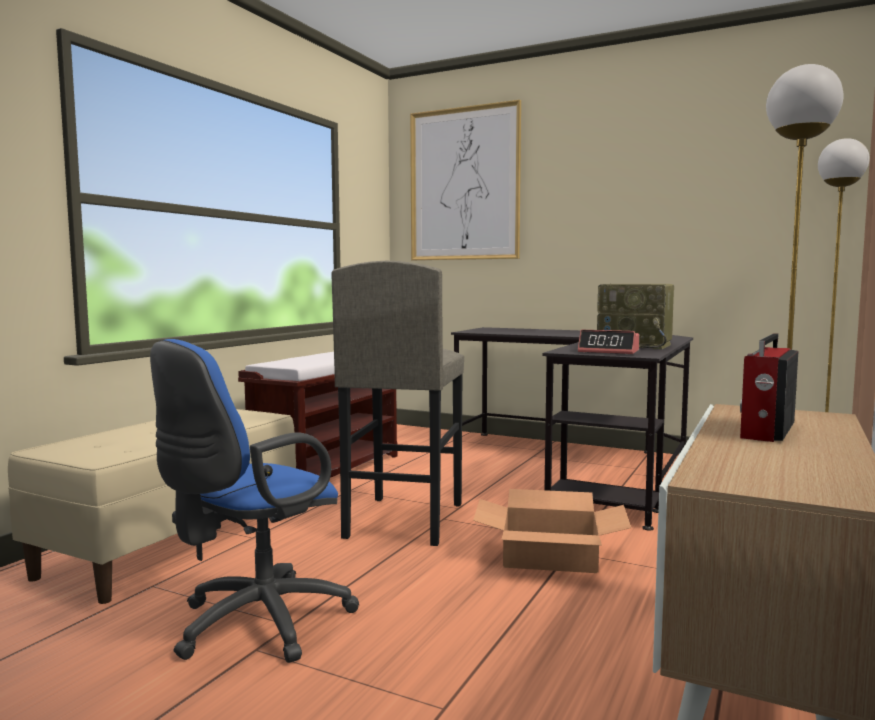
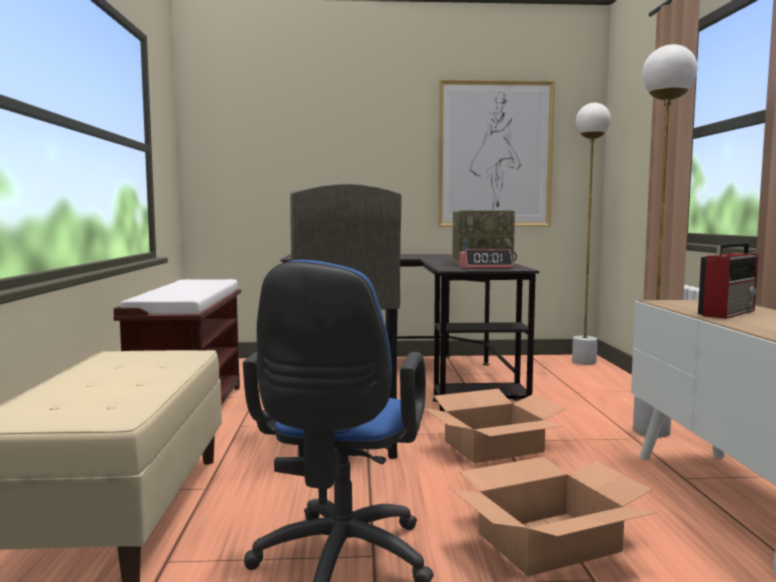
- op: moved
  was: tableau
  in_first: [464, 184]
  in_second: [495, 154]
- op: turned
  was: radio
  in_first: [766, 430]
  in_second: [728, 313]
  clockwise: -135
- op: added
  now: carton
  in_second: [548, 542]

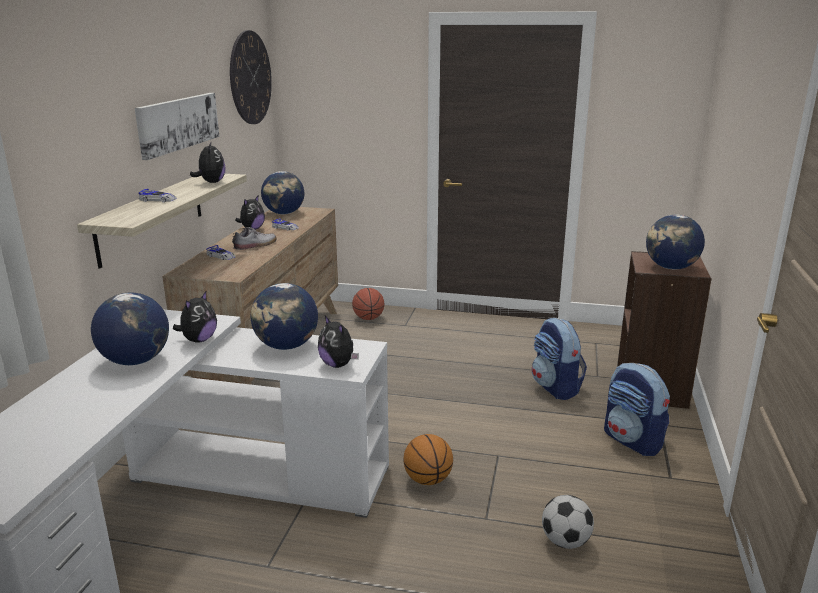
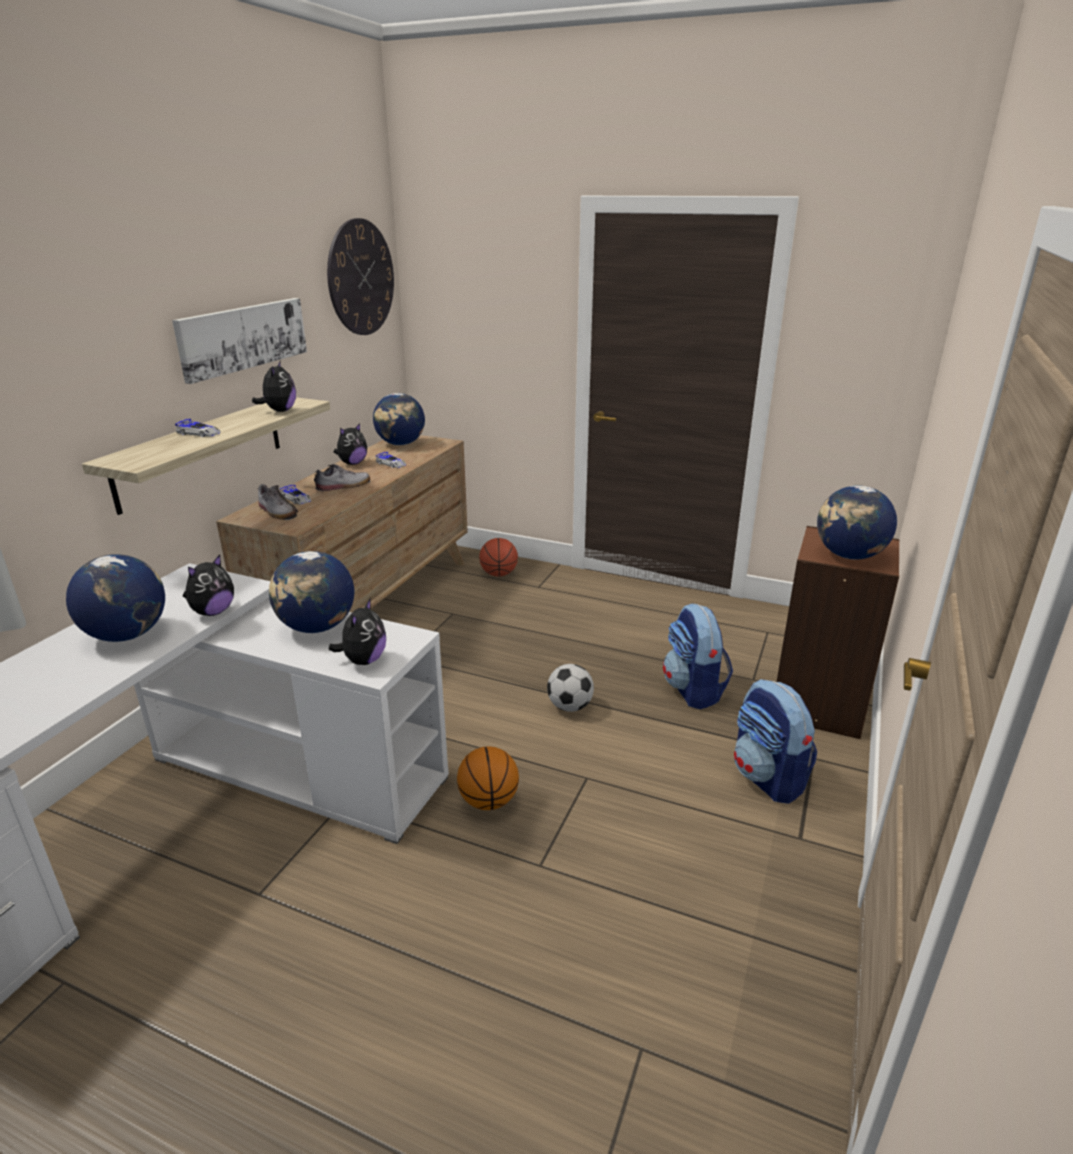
- op: turned
  was: peluche
  in_first: [338, 365]
  in_second: [363, 660]
  clockwise: -135
- op: moved
  was: ballon de foot
  in_first: [566, 541]
  in_second: [570, 706]
- op: added
  now: chaussure
  in_second: [277, 512]

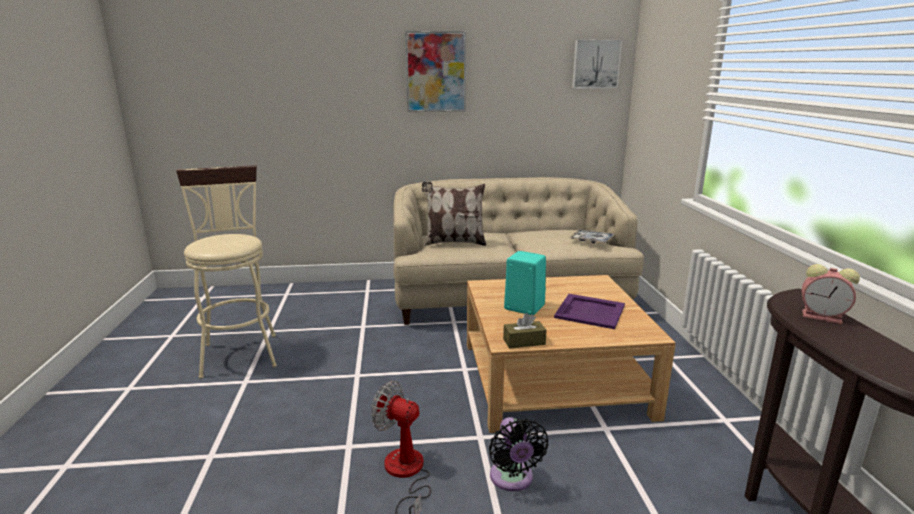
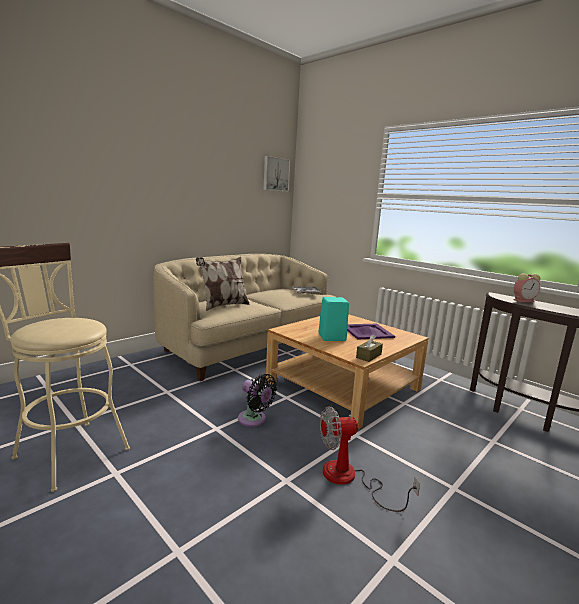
- op: removed
  was: tableau
  in_first: [436, 72]
- op: moved
  was: ventilateur (noir)
  in_first: [512, 479]
  in_second: [254, 420]

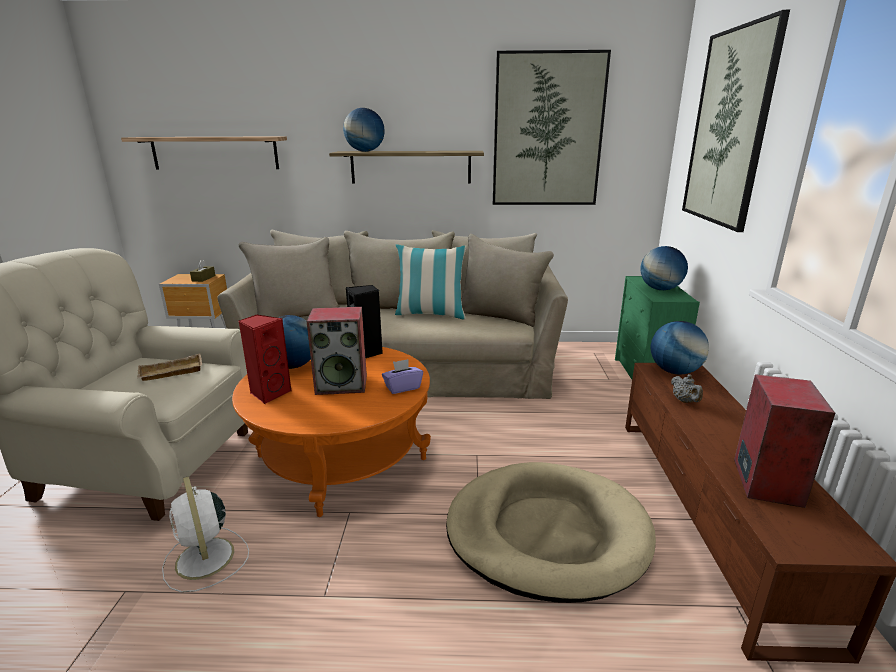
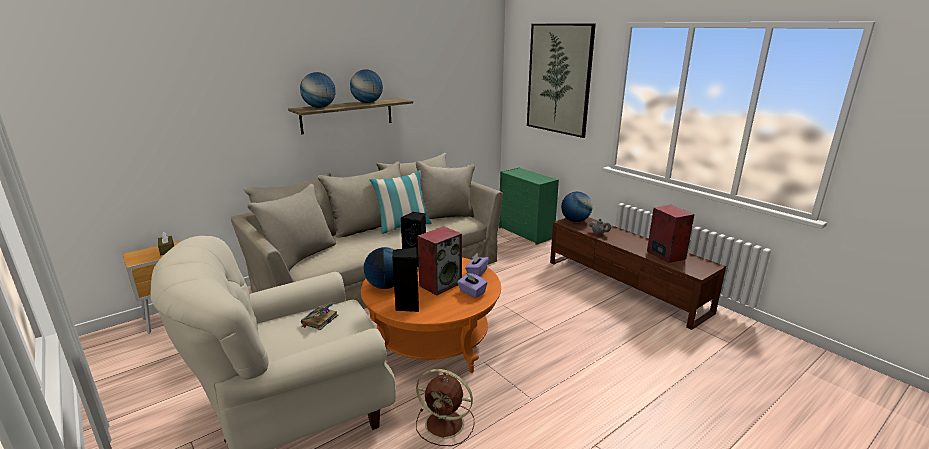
- op: removed
  was: étagère
  in_first: [215, 153]
- op: replaced
  was: plateau (beige)
  now: livre
  in_first: [170, 373]
  in_second: [319, 320]
- op: recoloured
  was: ventilateur (blanc)
  now: ventilateur (marron)
  in_first: [205, 560]
  in_second: [446, 424]
- op: recoloured
  was: enceinte (rouge)
  now: enceinte (noir)
  in_first: [269, 393]
  in_second: [407, 305]
- op: removed
  was: panier pour chien (beige)
  in_first: [546, 533]
- op: removed
  was: tableau
  in_first: [547, 131]
- op: moved
  was: globe
  in_first: [660, 289]
  in_second: [367, 102]
- op: added
  now: boîte à mouchoirs (violet)
  in_second: [472, 292]

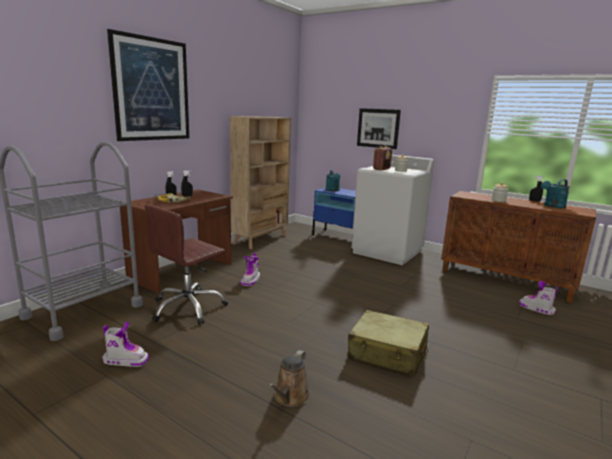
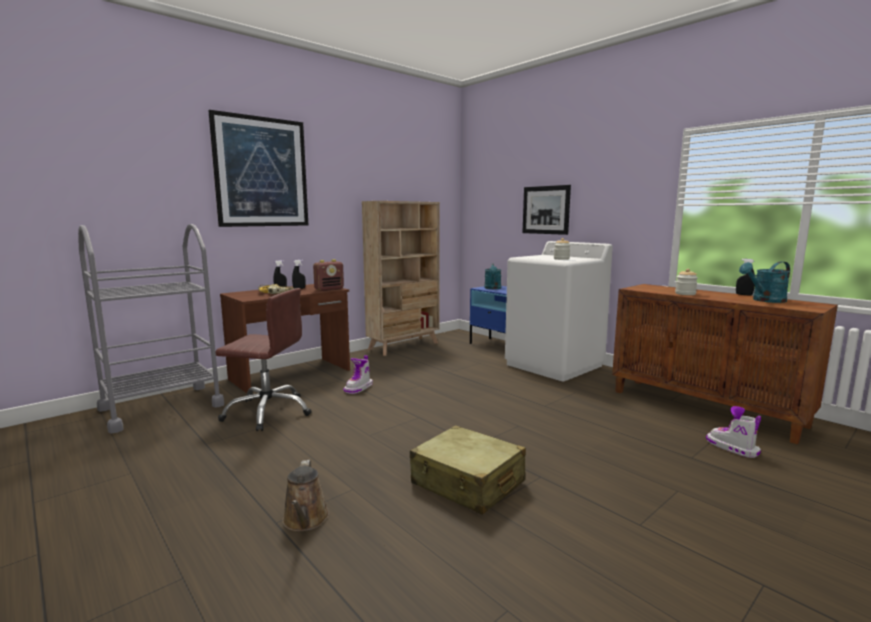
- op: removed
  was: botte
  in_first: [126, 360]
- op: turned
  was: chaise de bureau (marron)
  in_first: [188, 308]
  in_second: [268, 412]
  clockwise: -135
- op: turned
  was: arrosoir (marron)
  in_first: [290, 397]
  in_second: [305, 520]
  clockwise: -45
- op: moved
  was: radio
  in_first: [381, 169]
  in_second: [329, 289]

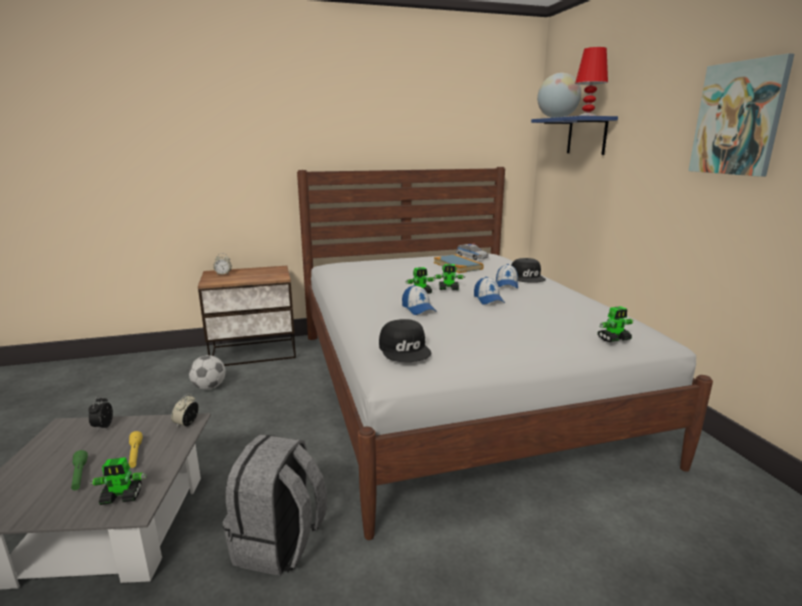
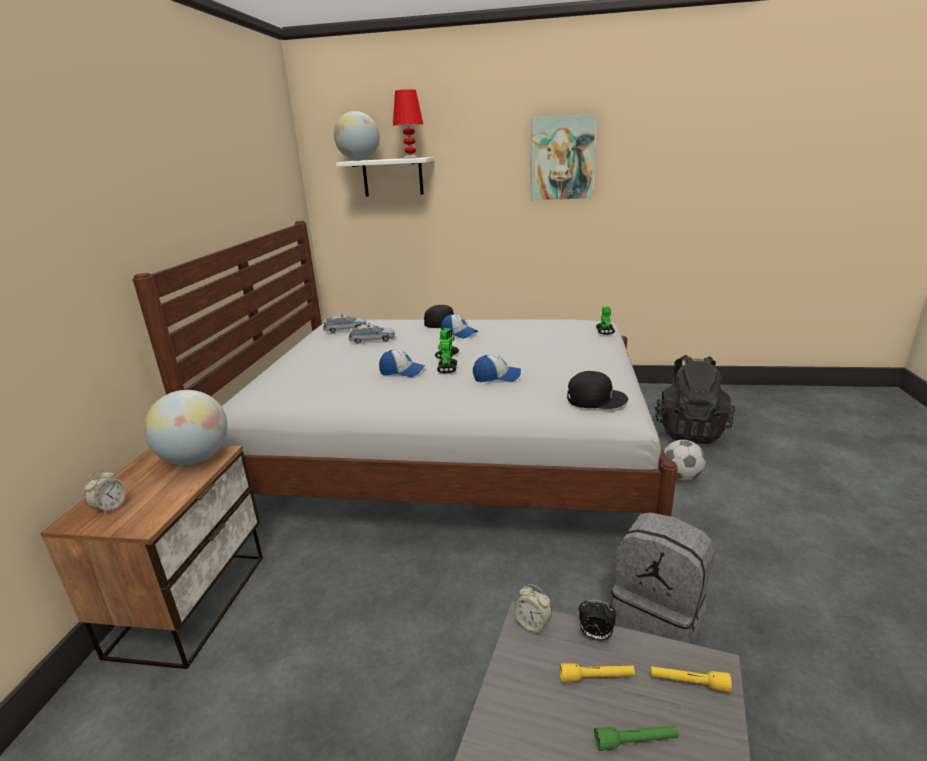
- op: moved
  was: réveil
  in_first: [103, 426]
  in_second: [595, 636]
- op: replaced
  was: robot jouet
  now: lampe de poche (jaune)
  in_first: [122, 496]
  in_second: [688, 683]
- op: moved
  was: ballon de foot
  in_first: [209, 387]
  in_second: [681, 476]
- op: replaced
  was: livre
  now: petite voiture
  in_first: [457, 266]
  in_second: [372, 340]
- op: moved
  was: casquette
  in_first: [488, 299]
  in_second: [402, 372]
- op: recoloured
  was: étagère (bleu)
  now: étagère (blanc)
  in_first: [587, 136]
  in_second: [393, 177]
- op: added
  now: globe
  in_second: [196, 459]
- op: added
  now: sac à dos (noir)
  in_second: [689, 431]

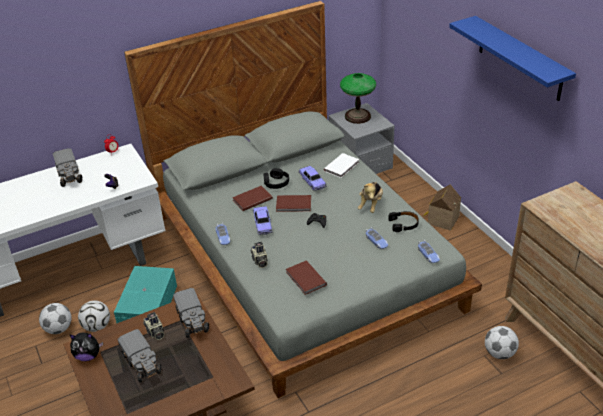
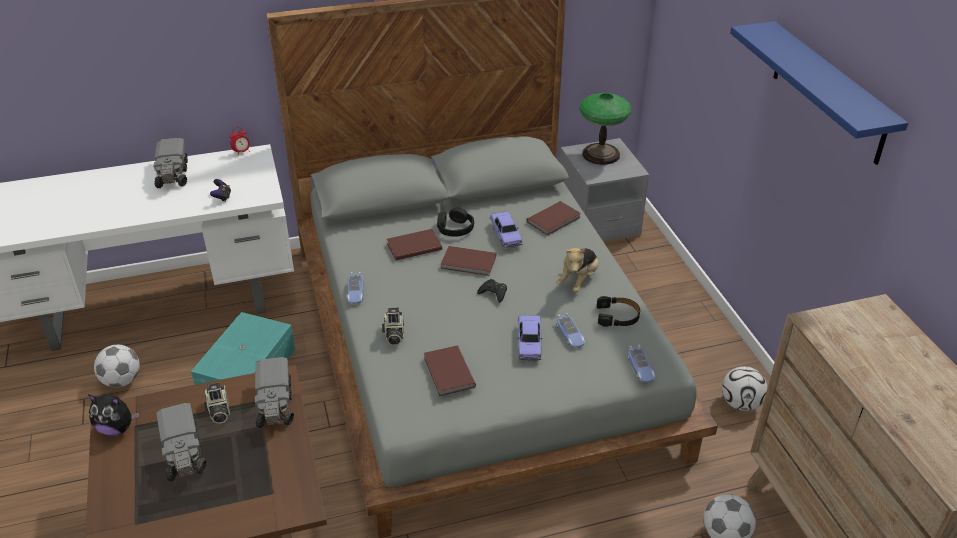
- op: moved
  was: ballon de foot
  in_first: [97, 326]
  in_second: [740, 403]
- op: moved
  was: petite voiture
  in_first: [262, 224]
  in_second: [529, 343]
- op: recoloured
  was: livre (blanc)
  now: livre (marron)
  in_first: [342, 166]
  in_second: [555, 220]
- op: removed
  was: maison miniature
  in_first: [441, 220]

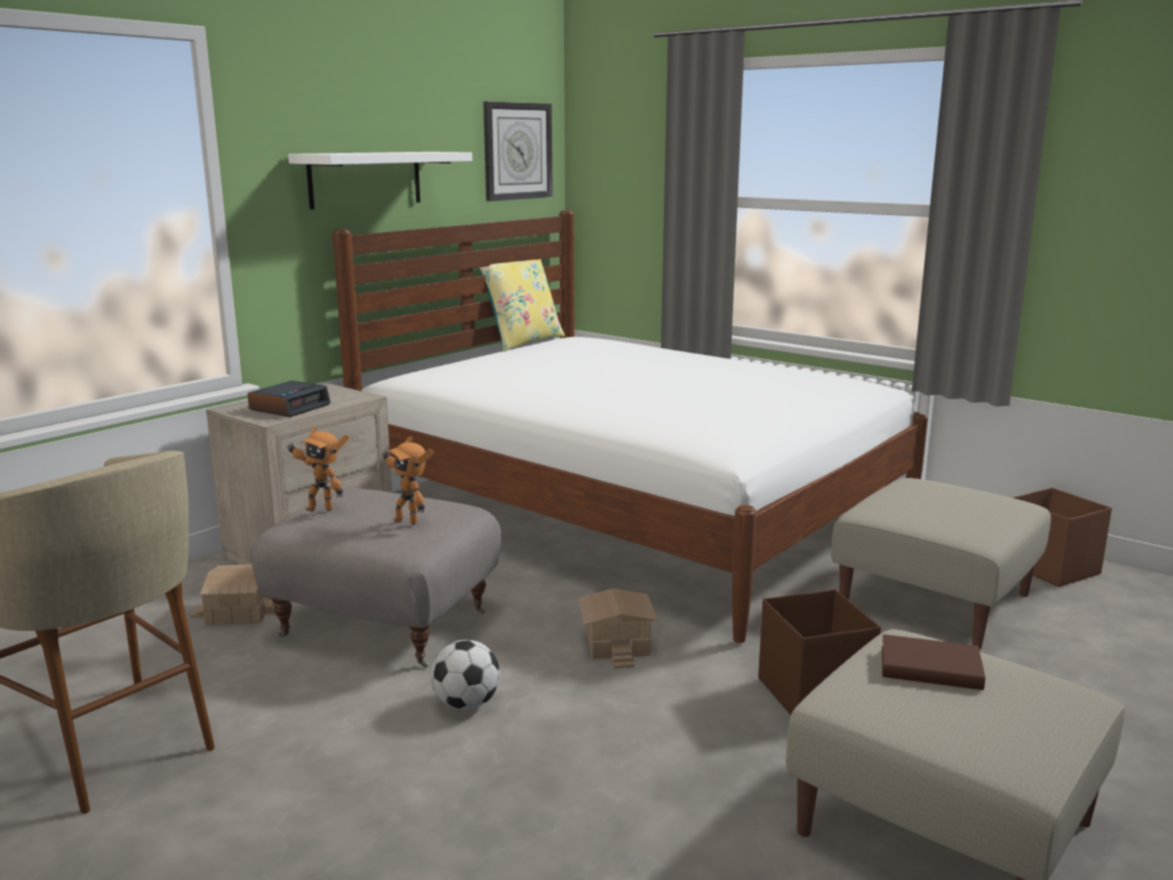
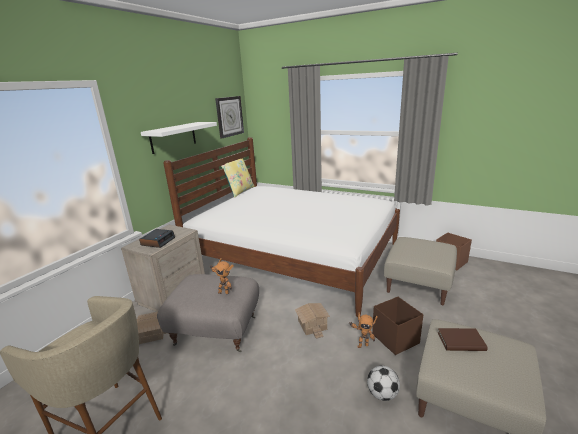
- op: moved
  was: robot jouet
  in_first: [320, 508]
  in_second: [362, 345]
- op: moved
  was: ballon de foot
  in_first: [466, 704]
  in_second: [382, 394]

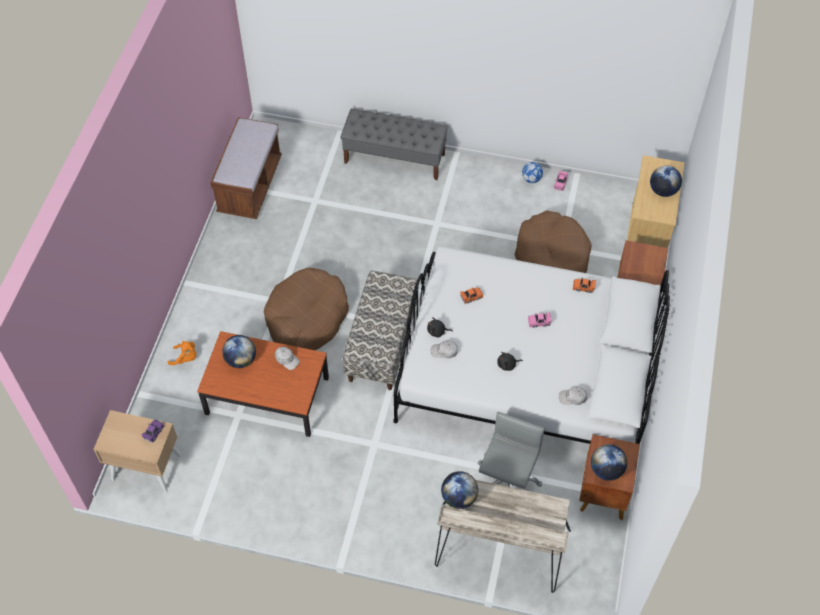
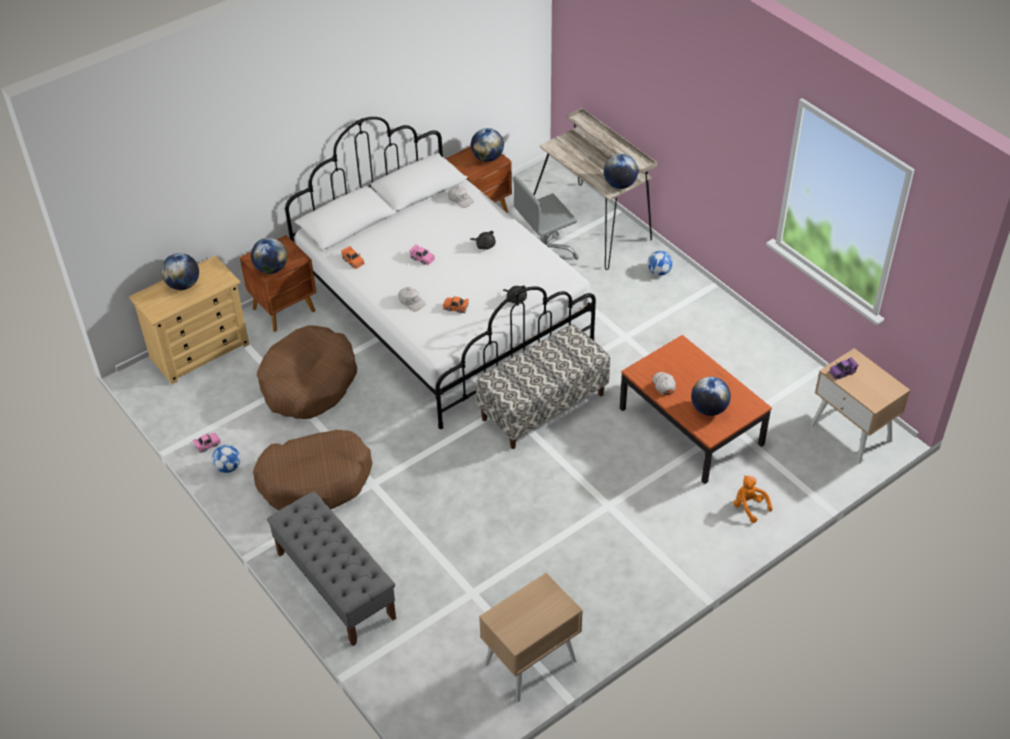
- op: replaced
  was: banc (marron)
  now: table de chevet (beige)
  in_first: [250, 186]
  in_second: [530, 662]
- op: moved
  was: panier pour chien (marron)
  in_first: [307, 318]
  in_second: [315, 480]
- op: moved
  was: casquette (blanc)
  in_first: [444, 351]
  in_second: [411, 302]
- op: added
  now: globe
  in_second: [271, 269]
- op: added
  now: ballon de foot
  in_second: [659, 272]

